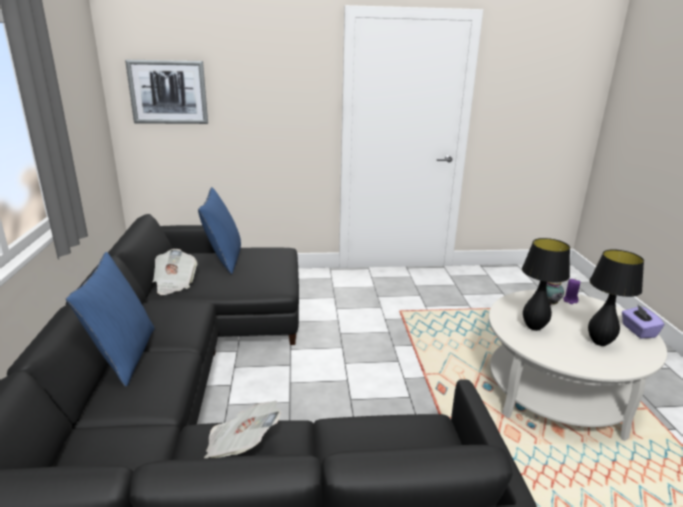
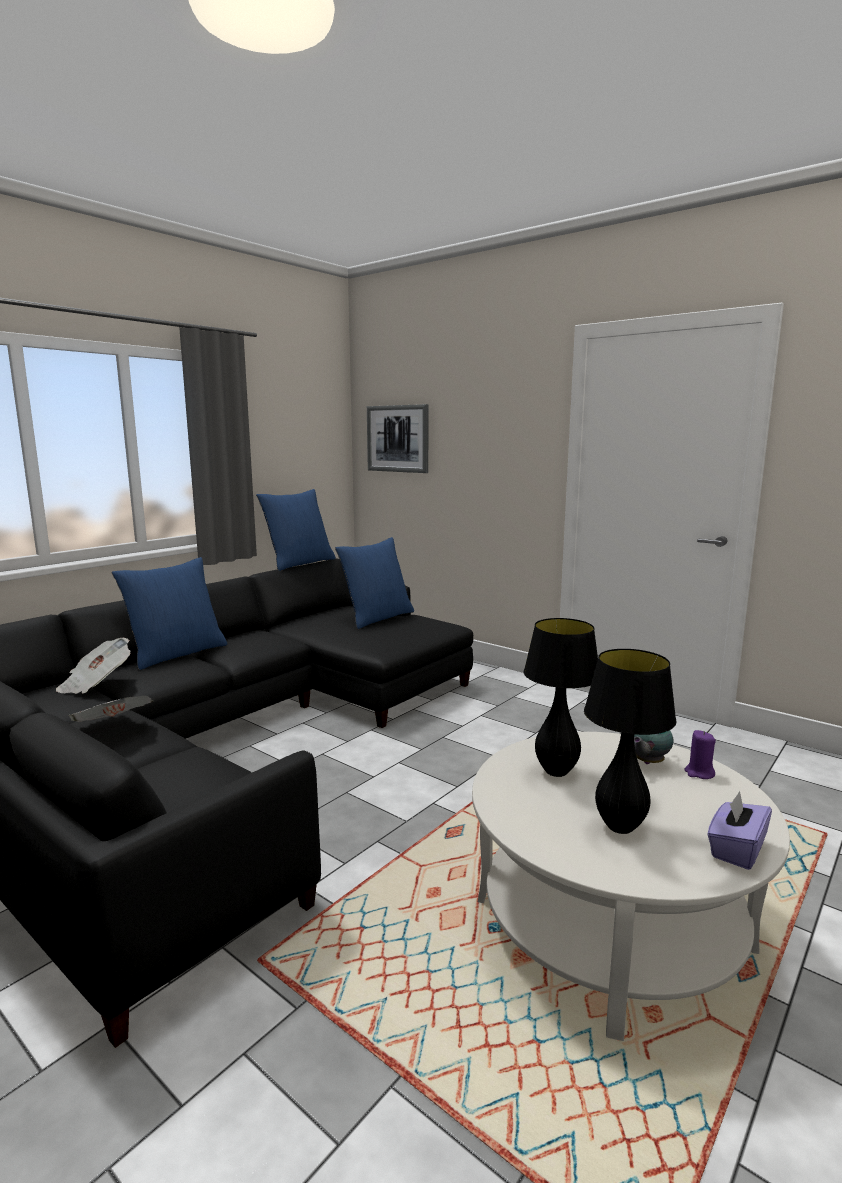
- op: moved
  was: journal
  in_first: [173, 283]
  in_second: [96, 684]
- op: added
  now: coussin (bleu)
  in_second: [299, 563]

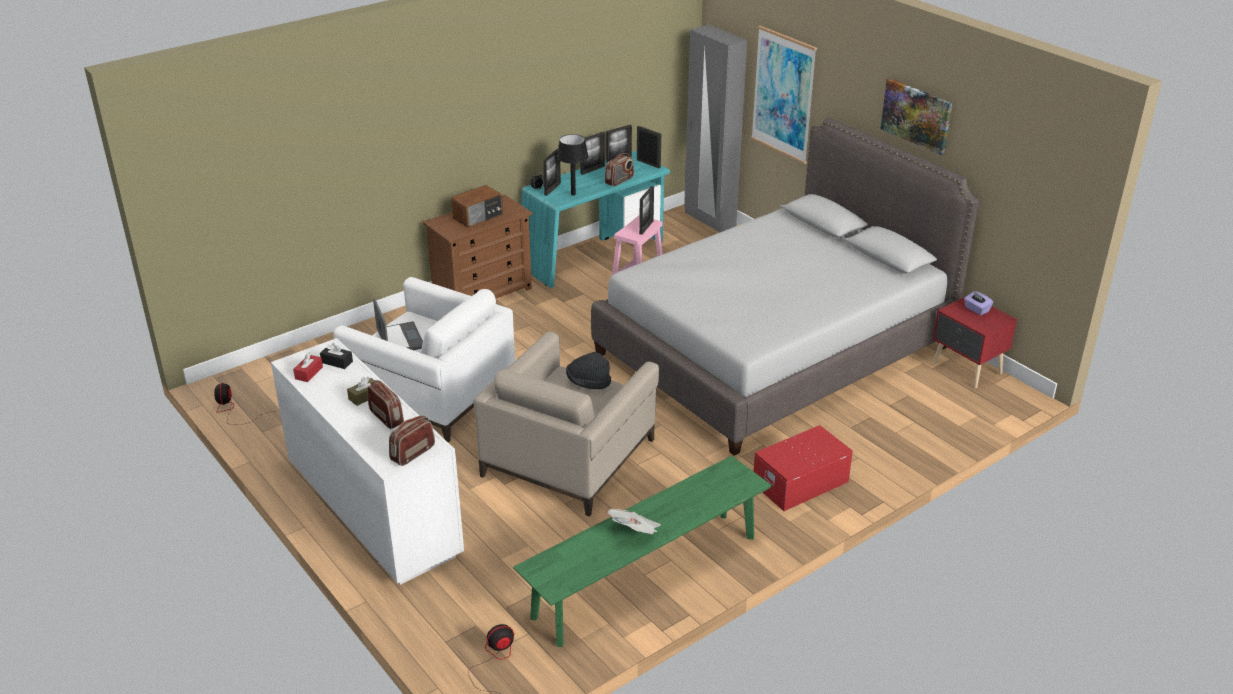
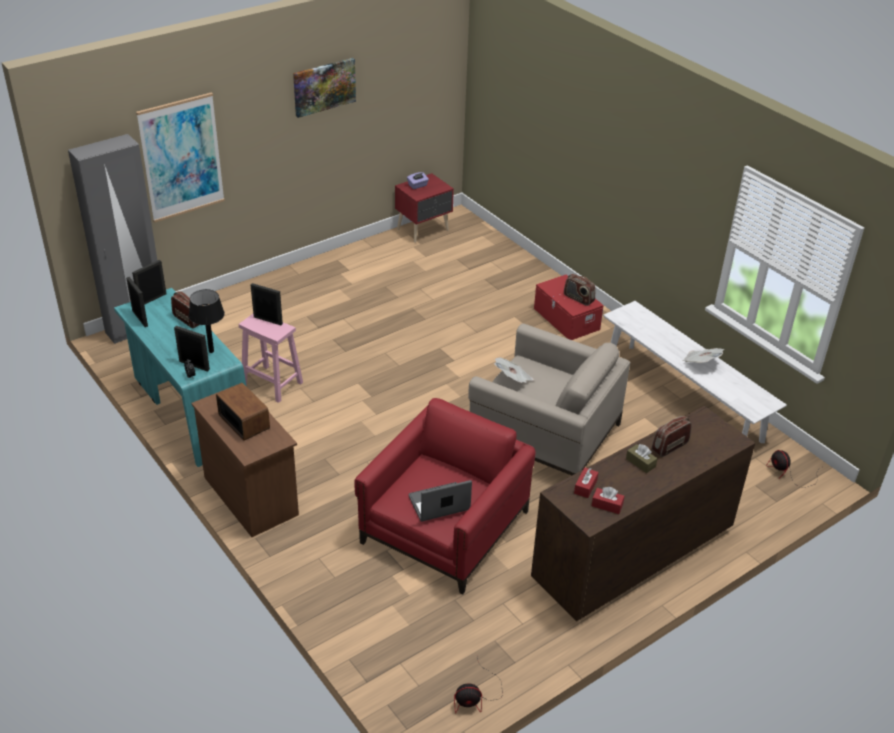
- op: recoloured
  was: commode (blanc)
  now: commode (marron)
  in_first: [373, 510]
  in_second: [631, 557]
- op: recoloured
  was: boîte à mouchoirs (noir)
  now: boîte à mouchoirs (rouge)
  in_first: [337, 362]
  in_second: [585, 487]
- op: recoloured
  was: fauteuil (blanc)
  now: fauteuil (rouge)
  in_first: [431, 393]
  in_second: [445, 528]
- op: moved
  was: radio
  in_first: [412, 453]
  in_second: [578, 299]
- op: recoloured
  was: banc (vert)
  now: banc (blanc)
  in_first: [646, 576]
  in_second: [682, 397]
- op: replaced
  was: chapeau (noir)
  now: journal
  in_first: [588, 382]
  in_second: [513, 379]
- op: removed
  was: cadre photo
  in_first: [592, 170]
- op: removed
  was: lit (gris)
  in_first: [774, 350]

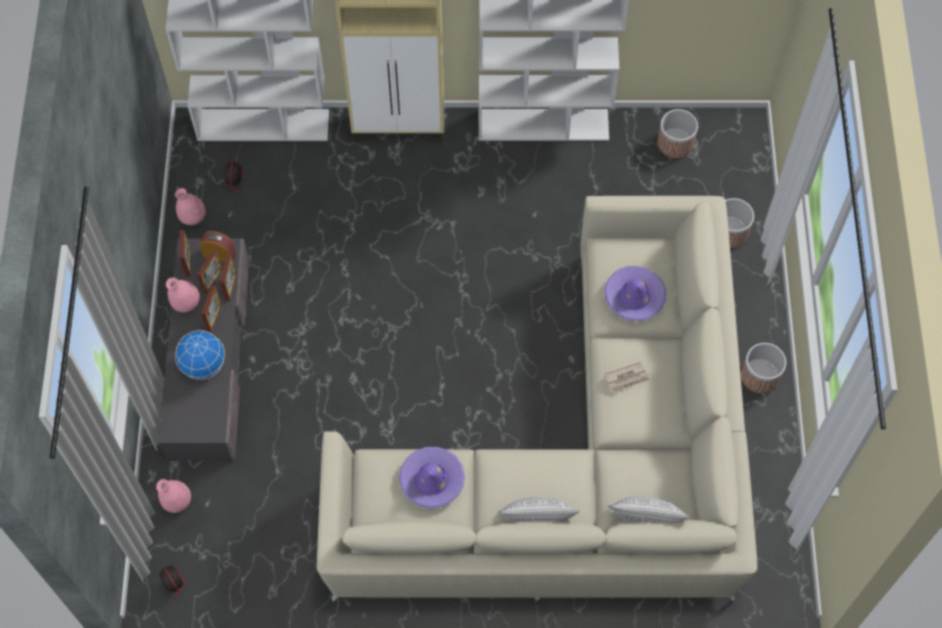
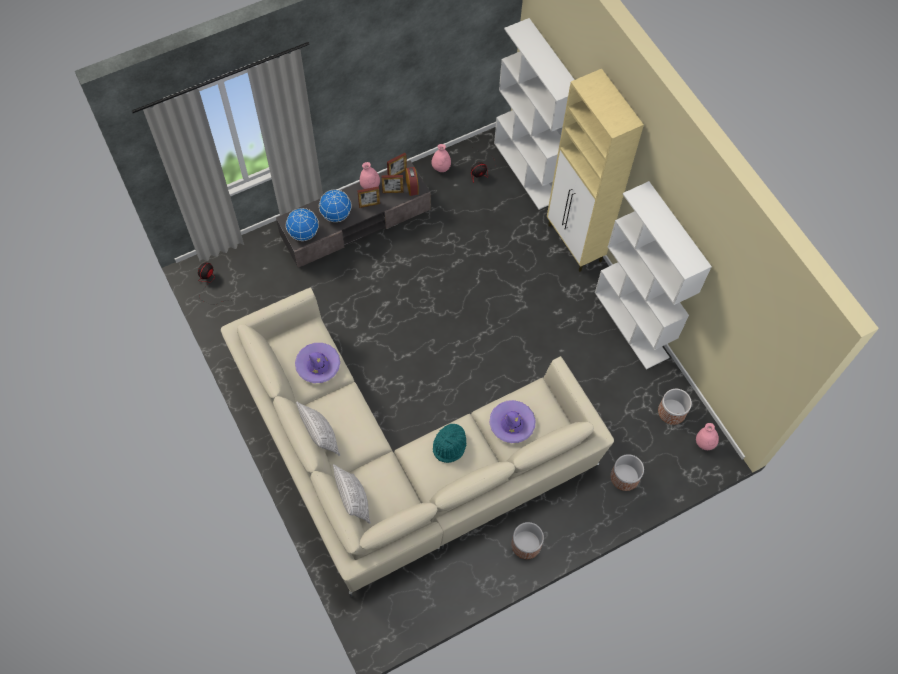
- op: moved
  was: vase (rose)
  in_first: [177, 502]
  in_second: [704, 443]
- op: removed
  was: cadre photo
  in_first: [231, 286]
- op: replaced
  was: journal
  now: chapeau (turquoise)
  in_first: [627, 378]
  in_second: [449, 445]
- op: added
  now: globe
  in_second: [304, 233]

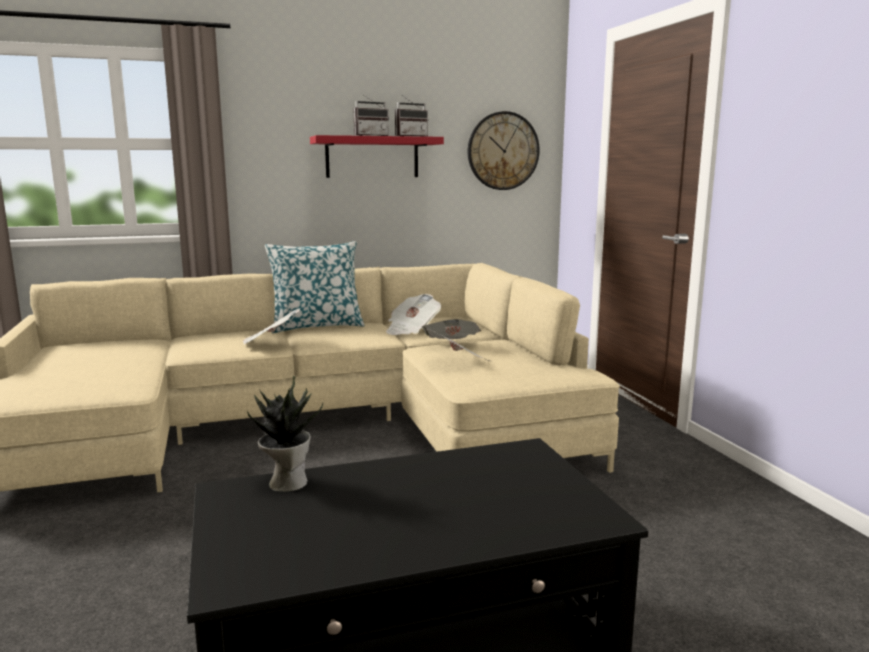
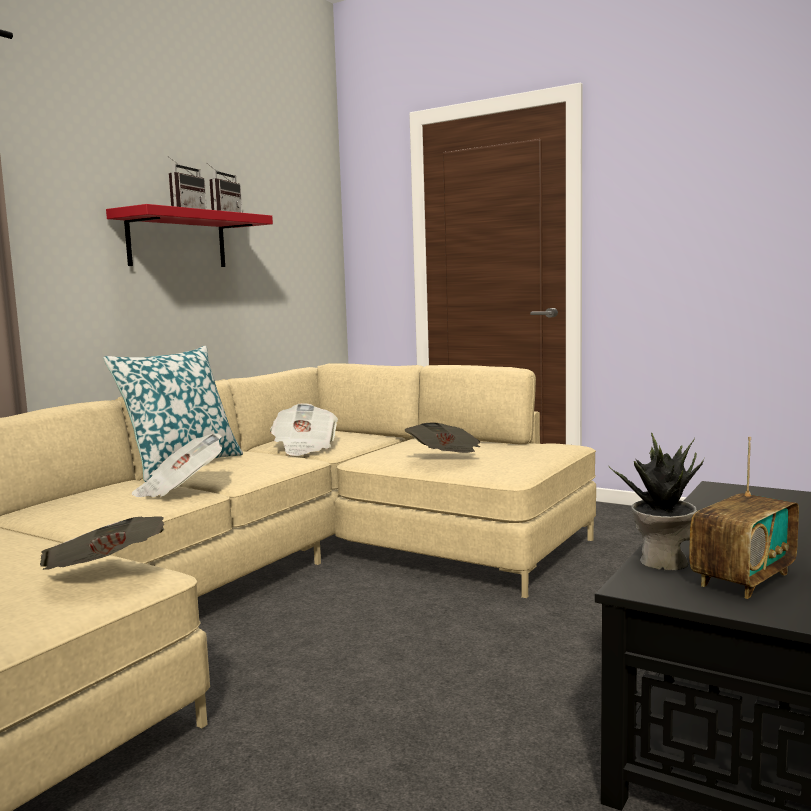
- op: moved
  was: journal
  in_first: [451, 346]
  in_second: [105, 576]
- op: removed
  was: horloge murale
  in_first: [503, 151]
- op: added
  now: radio
  in_second: [743, 579]

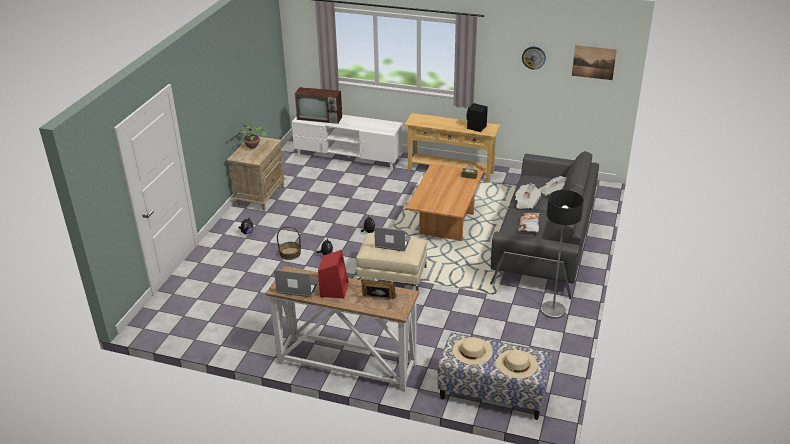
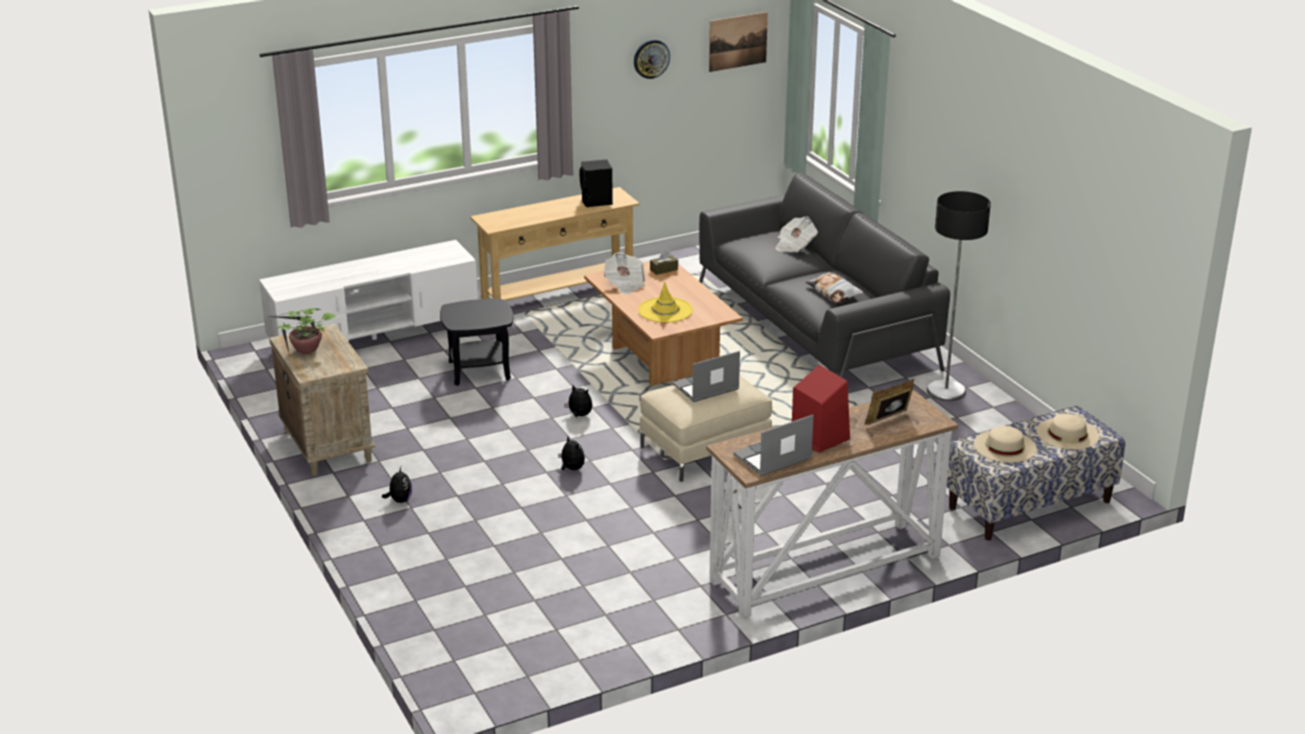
- op: removed
  was: panier
  in_first: [290, 253]
- op: removed
  was: téléviseur
  in_first: [320, 118]
- op: moved
  was: journal
  in_first: [526, 203]
  in_second: [625, 284]
- op: added
  now: table d'appoint (noir)
  in_second: [479, 371]
- op: added
  now: chapeau (jaune)
  in_second: [665, 310]

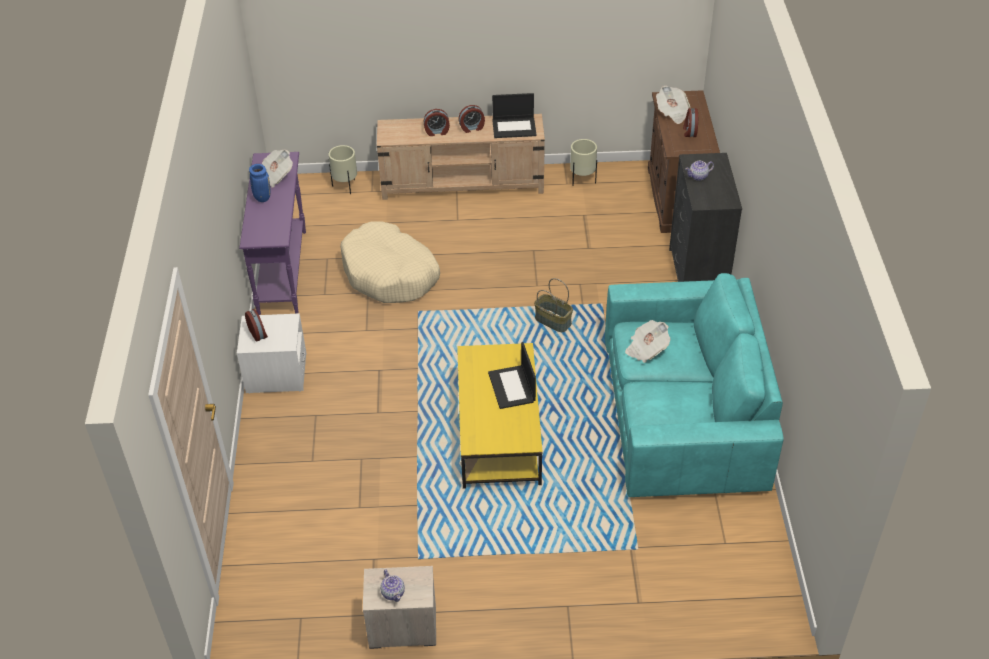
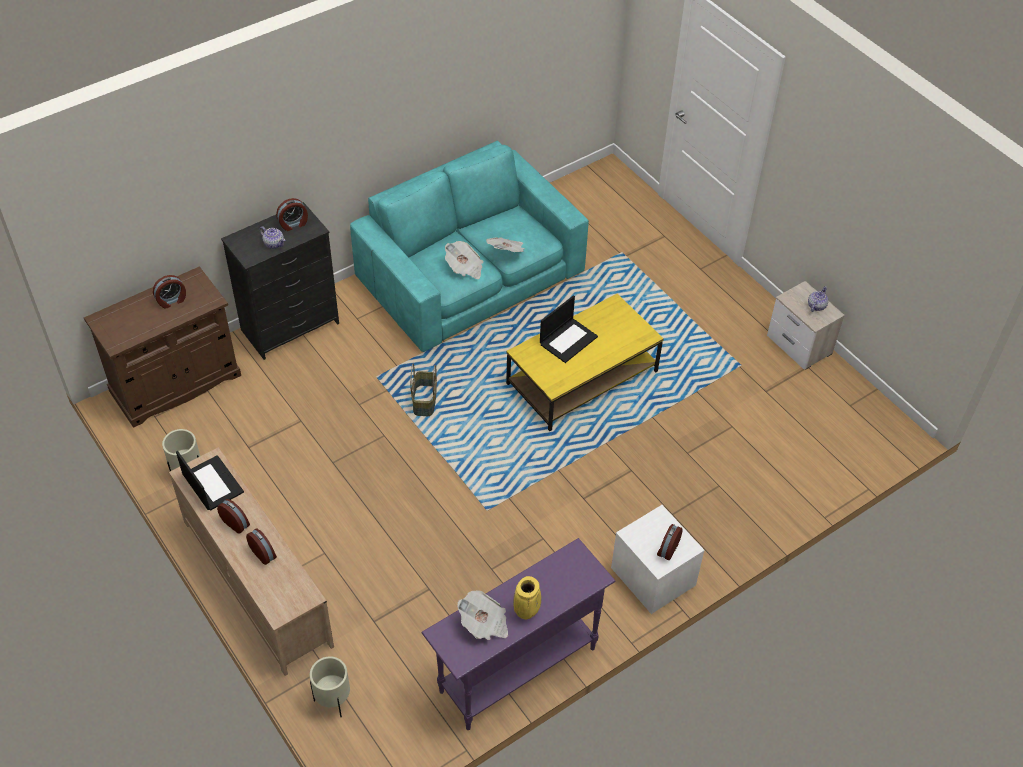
- op: recoloured
  was: vase (bleu)
  now: vase (jaune)
  in_first: [262, 197]
  in_second: [526, 612]
- op: removed
  was: panier pour chien (beige)
  in_first: [390, 274]
- op: moved
  was: journal
  in_first: [673, 113]
  in_second: [507, 252]
- op: added
  now: réveil
  in_second: [293, 224]

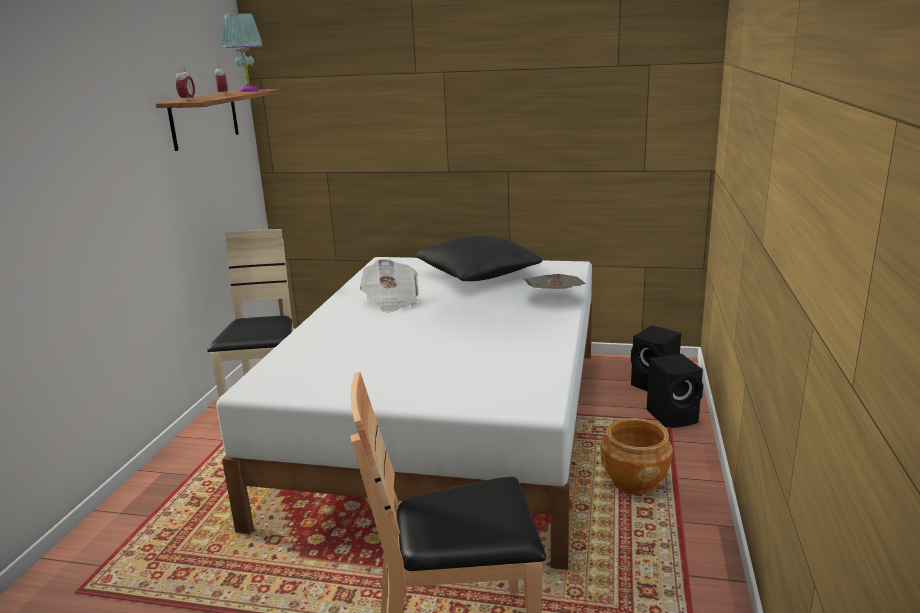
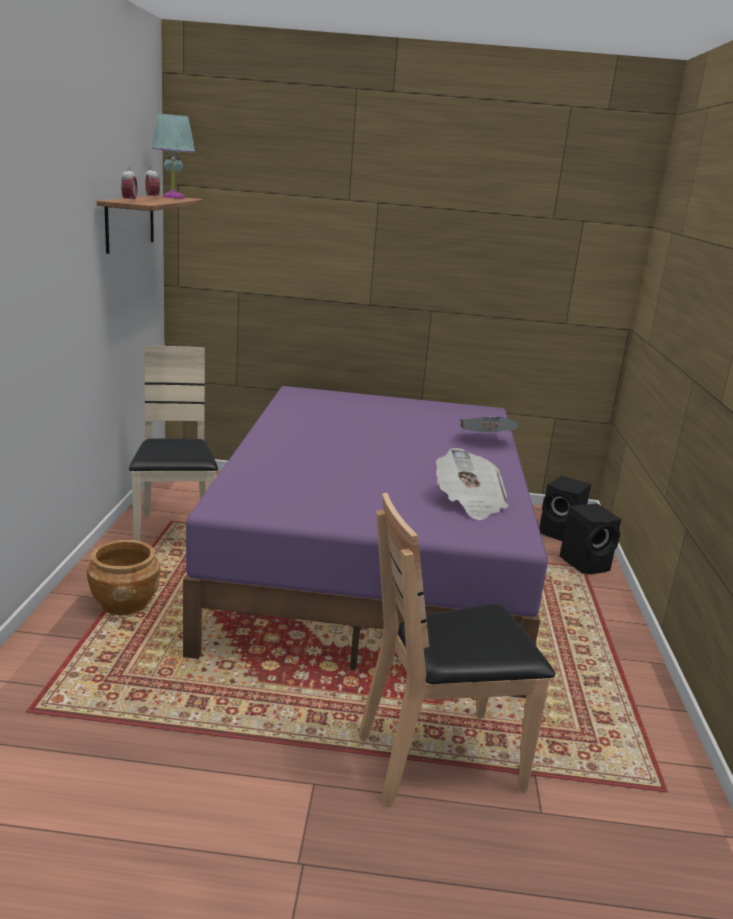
- op: recoloured
  was: lit (blanc)
  now: lit (violet)
  in_first: [450, 427]
  in_second: [372, 564]
- op: moved
  was: journal
  in_first: [391, 301]
  in_second: [469, 503]
- op: removed
  was: coussin (noir)
  in_first: [477, 275]
- op: moved
  was: cache-pot (marron)
  in_first: [634, 482]
  in_second: [124, 604]

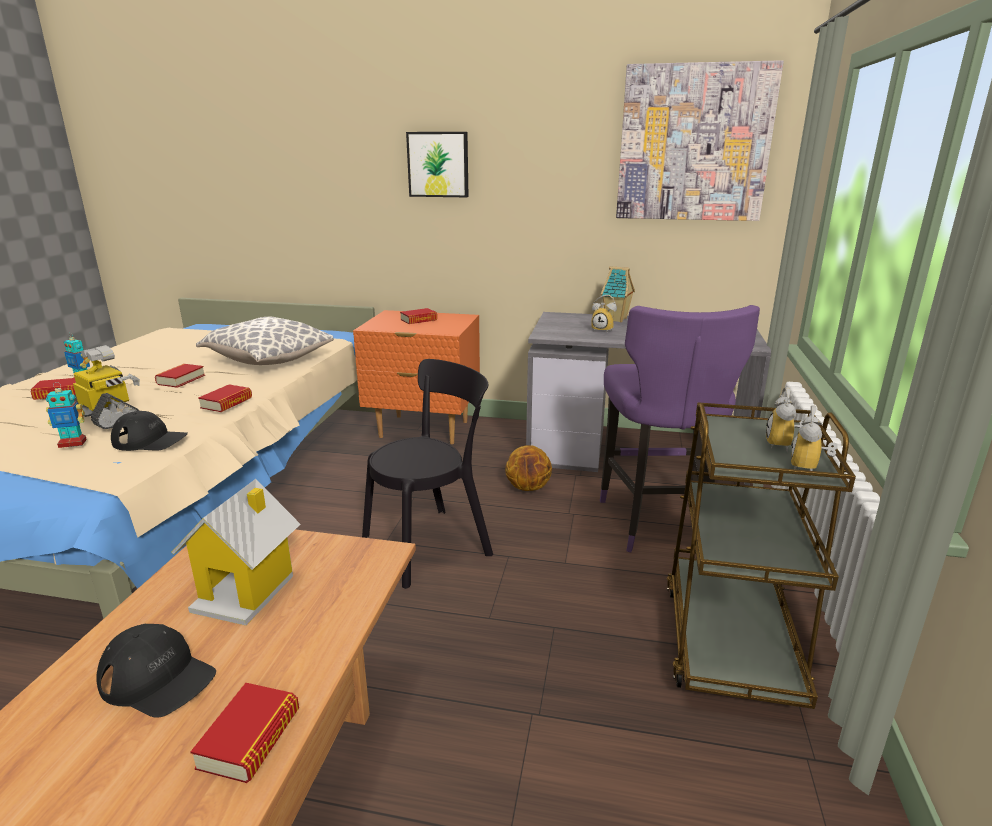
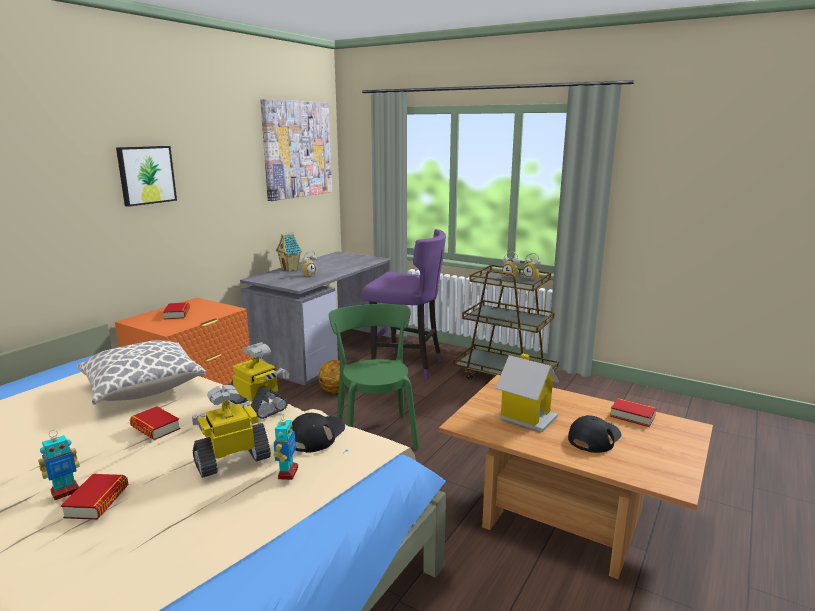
- op: replaced
  was: livre
  now: robot jouet
  in_first: [226, 403]
  in_second: [258, 405]
- op: recoloured
  was: chaise (noir)
  now: chaise (vert)
  in_first: [432, 544]
  in_second: [375, 433]

